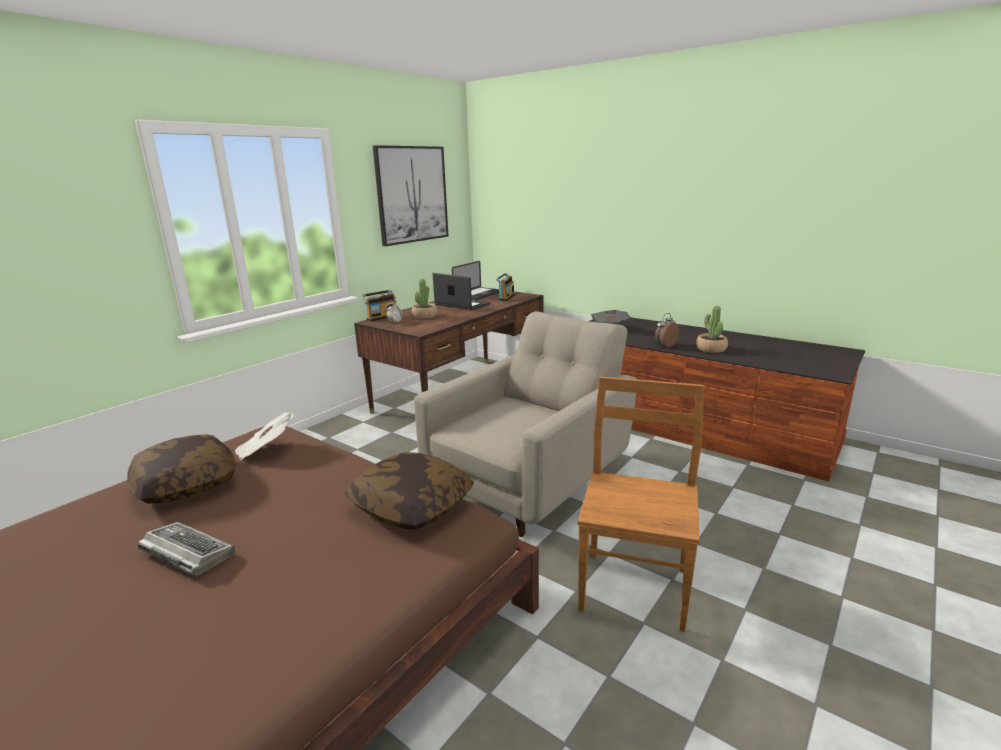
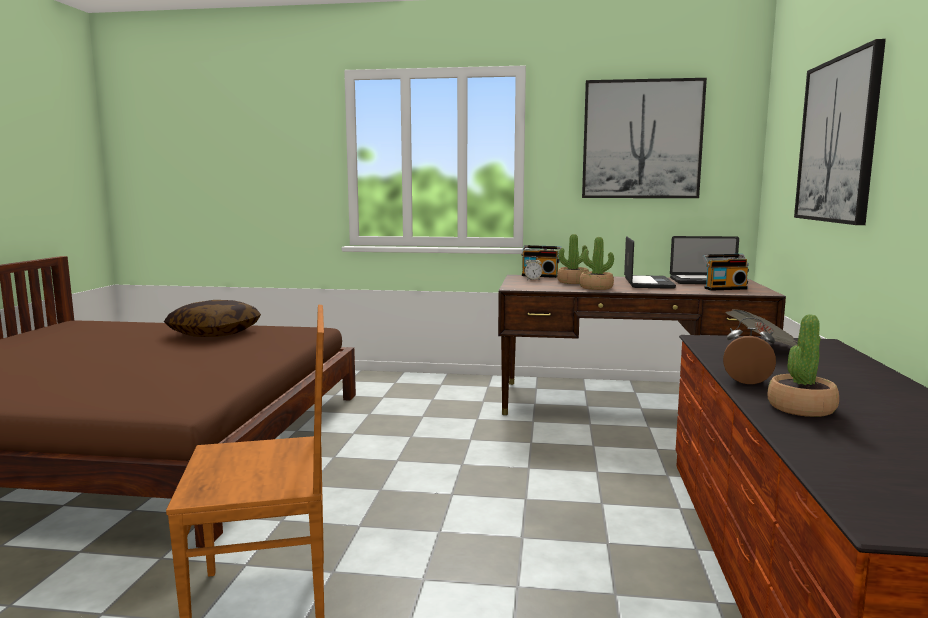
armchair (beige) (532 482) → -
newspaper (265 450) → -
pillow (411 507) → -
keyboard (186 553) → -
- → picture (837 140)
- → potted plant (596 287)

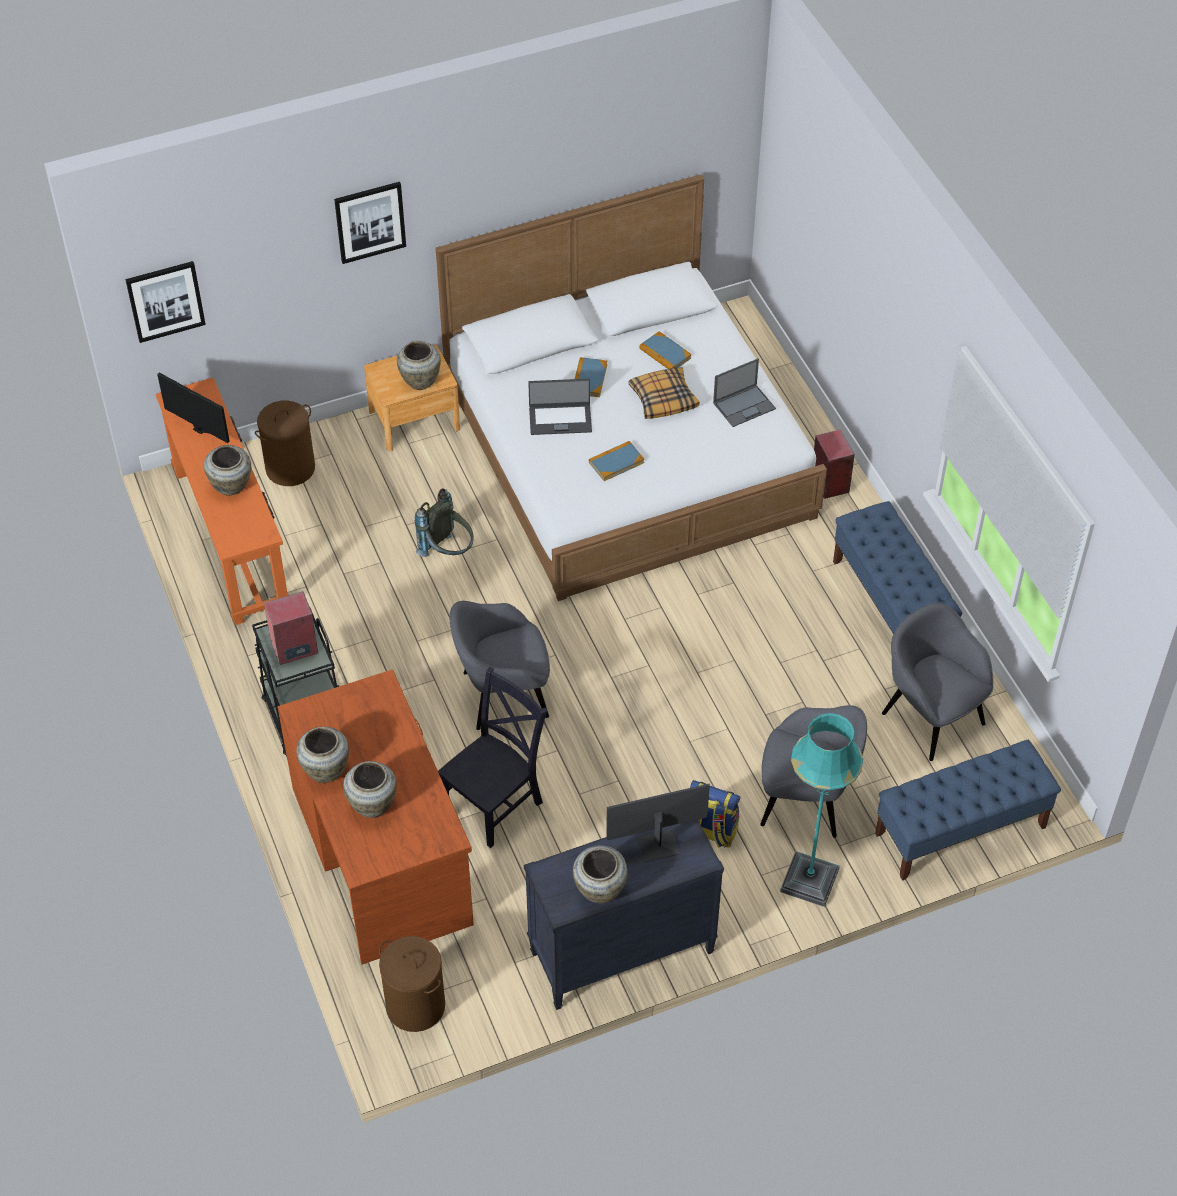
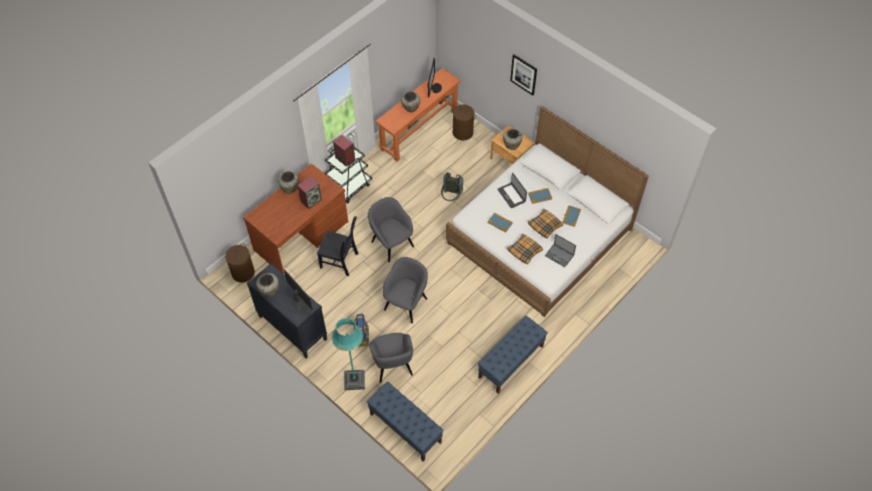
picture (165 301) → -
speaker (829 482) → speaker (311 200), relocated
armchair (grey) (931 716) → armchair (grey) (406 303), relocated
vase (beige) (373 804) → -
- → pillow (524 251)

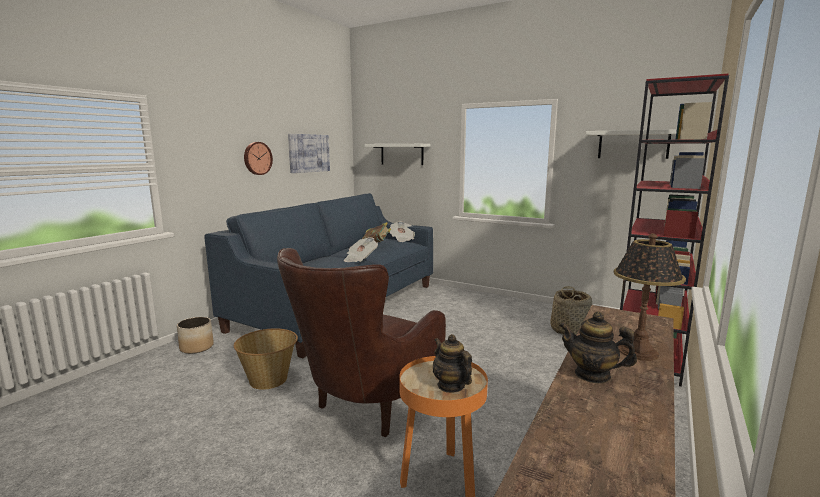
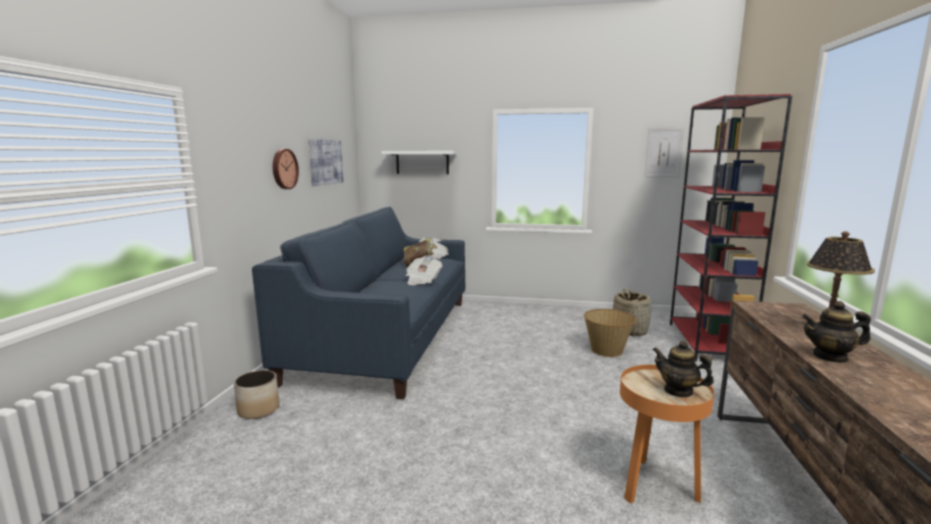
shelf (white) (633 144) → picture (663 152)
armchair (brown) (365 410) → -
basket (269 380) → basket (607 350), relocated

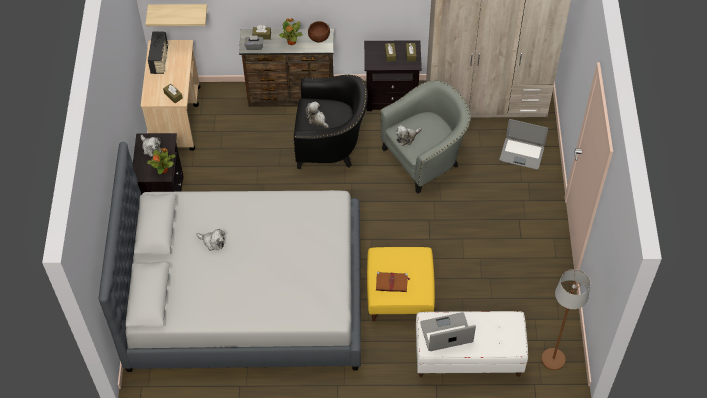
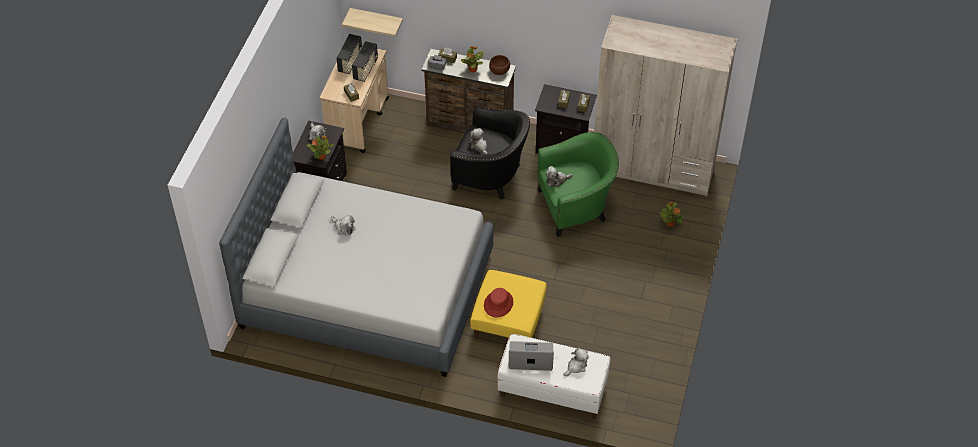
armchair (grey) (425 158) → armchair (green) (576 207)
laptop (522 153) → potted plant (670 223)
floor lamp (brown) (553 359) → -
book (brown) (392 283) → hat (red) (498 304)
- → radio (366 69)
- → plush toy (576 366)

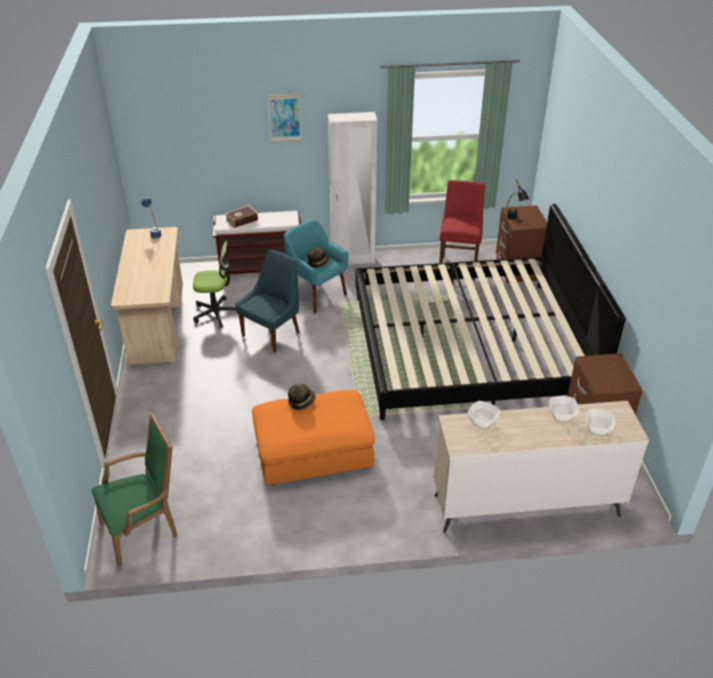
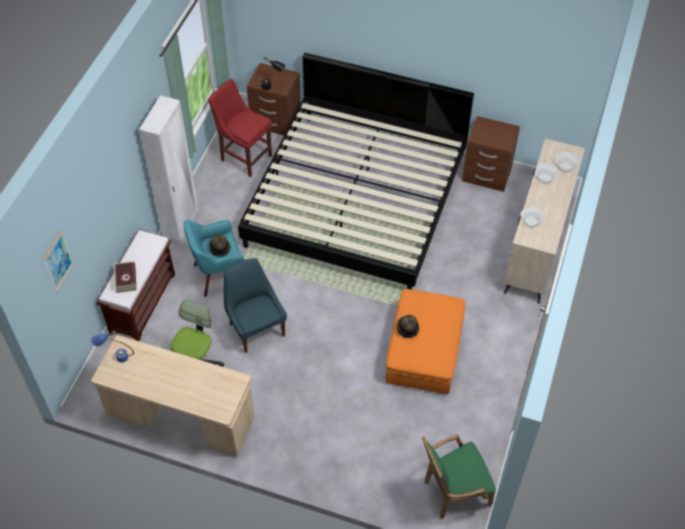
picture (285 118) → picture (58 261), relocated
armchair (green) (144 529) → armchair (green) (452 492), 105 degrees counterclockwise

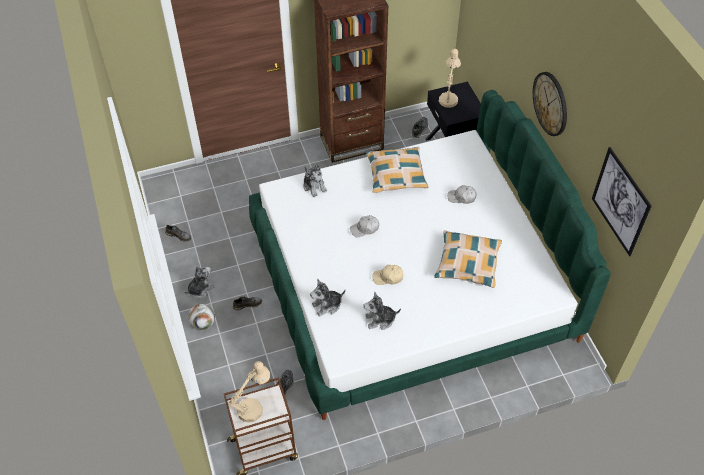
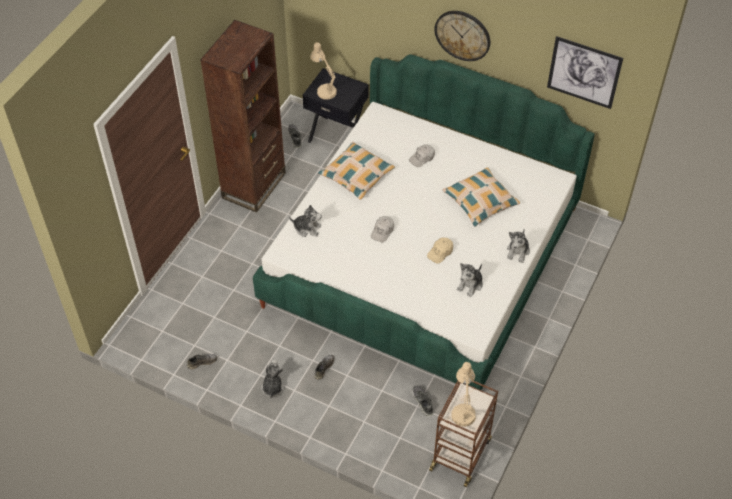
plush toy (327 305) → plush toy (518 251), relocated
football (203 324) → -

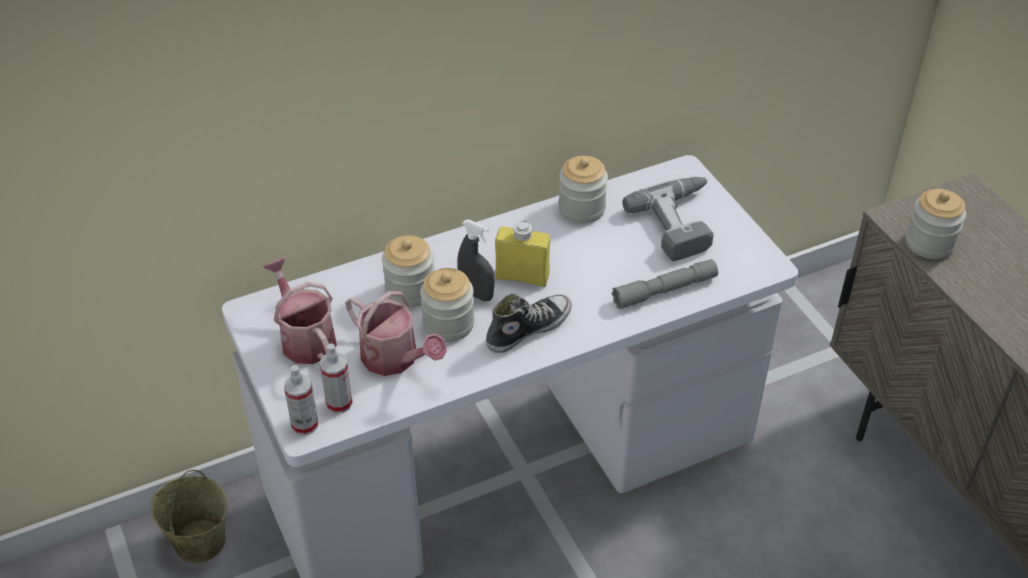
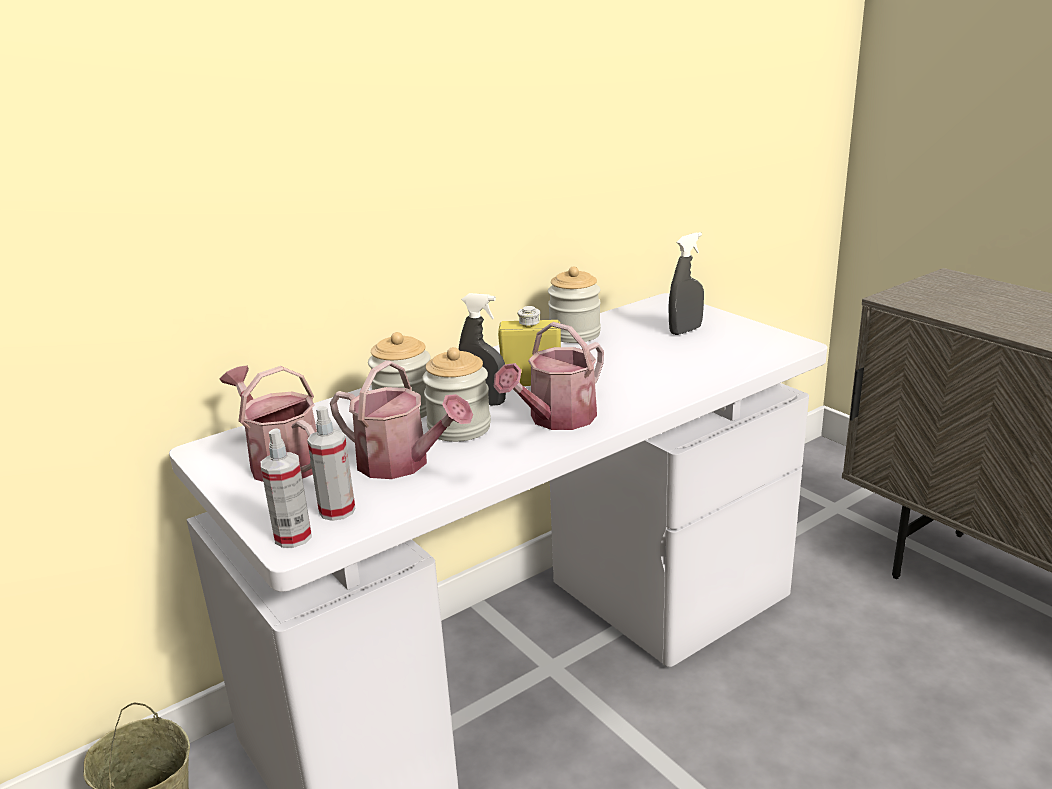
power drill (682 223) → spray bottle (grey) (685 330)
jar (929 243) → -
flashlight (grey) (664 290) → -
shoe (528 329) → watering can (556 419)

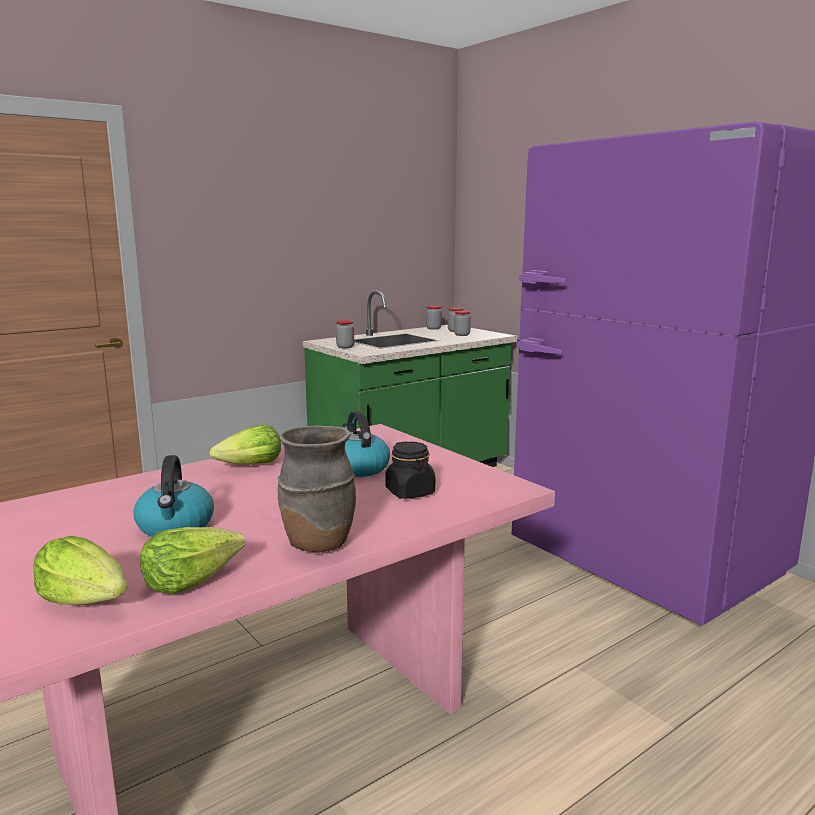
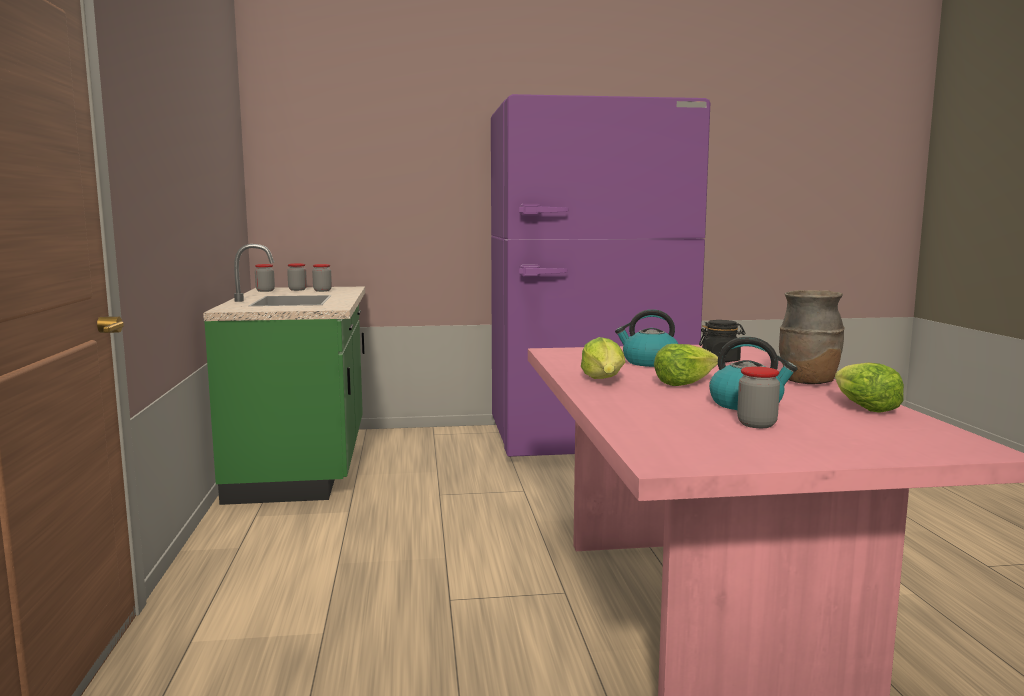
jar (345 347) → jar (756 424), relocated
lettuce (86 599) → lettuce (683 383), relocated

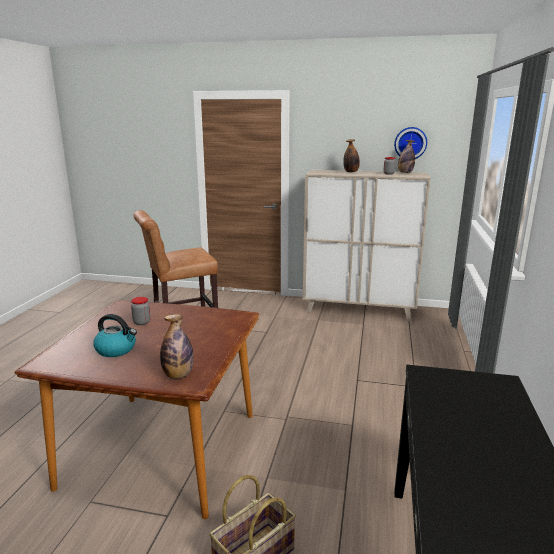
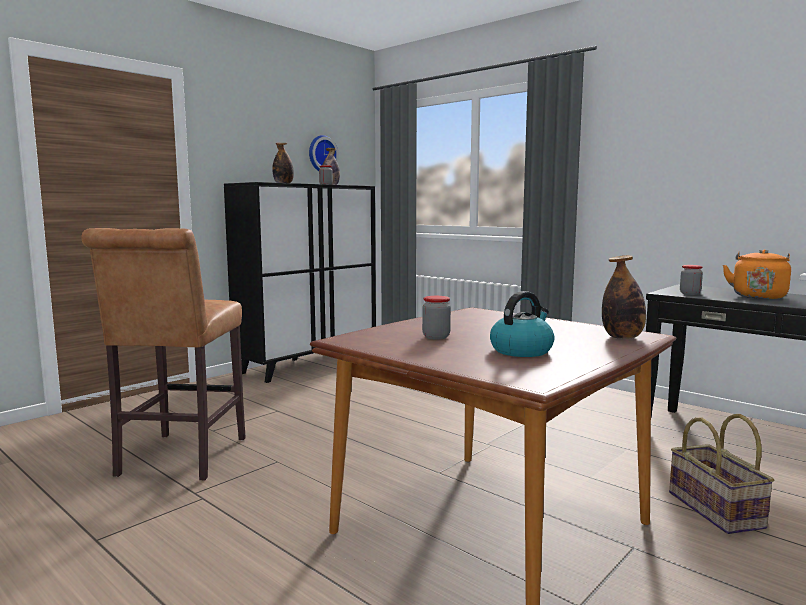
cabinet (beige) (359 310) → cabinet (black) (309 364)
- → kettle (orange) (758 296)
- → jar (690 293)

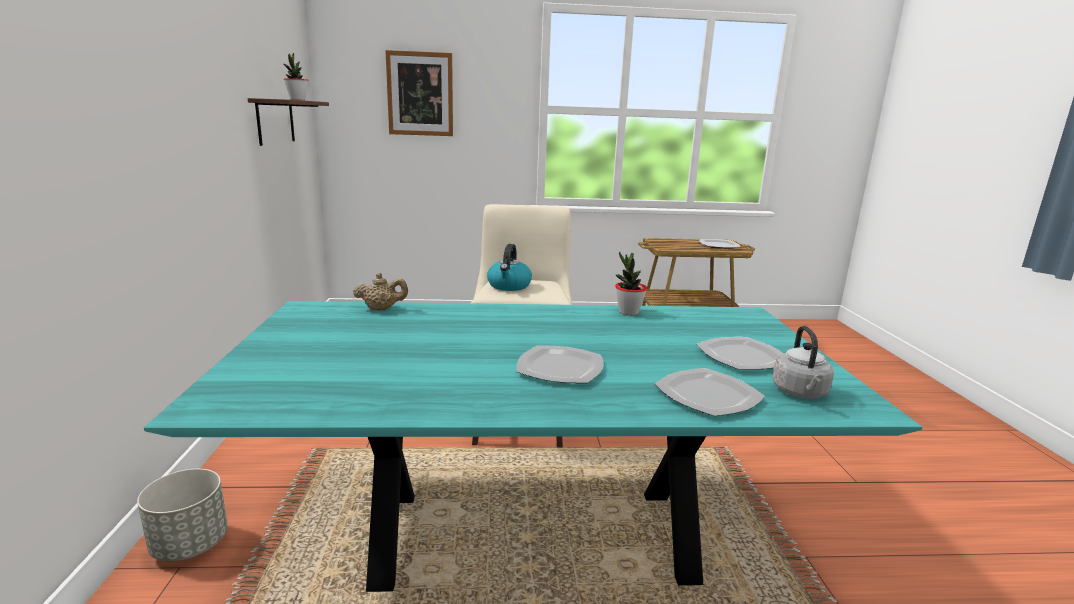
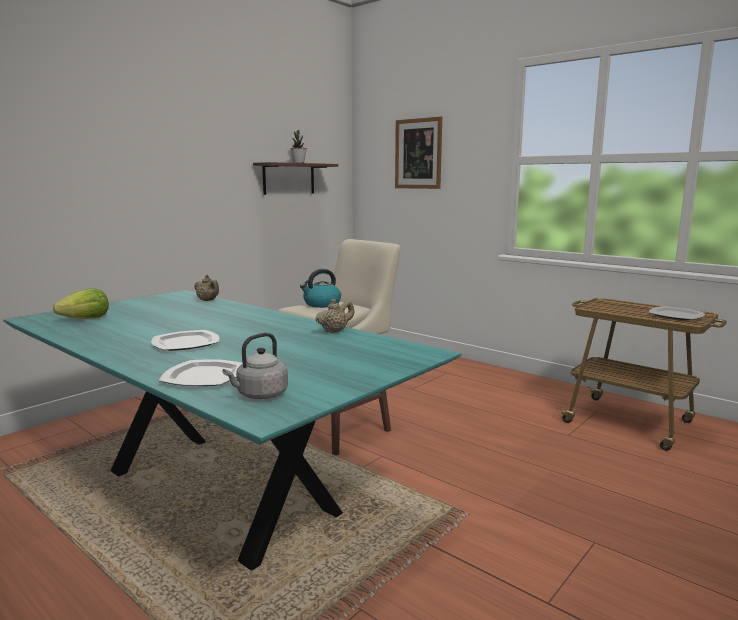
potted plant (628 312) → teapot (beige) (335 331)
plate (743 357) → -
planter (grey) (190 544) → -
- → lettuce (86 319)

